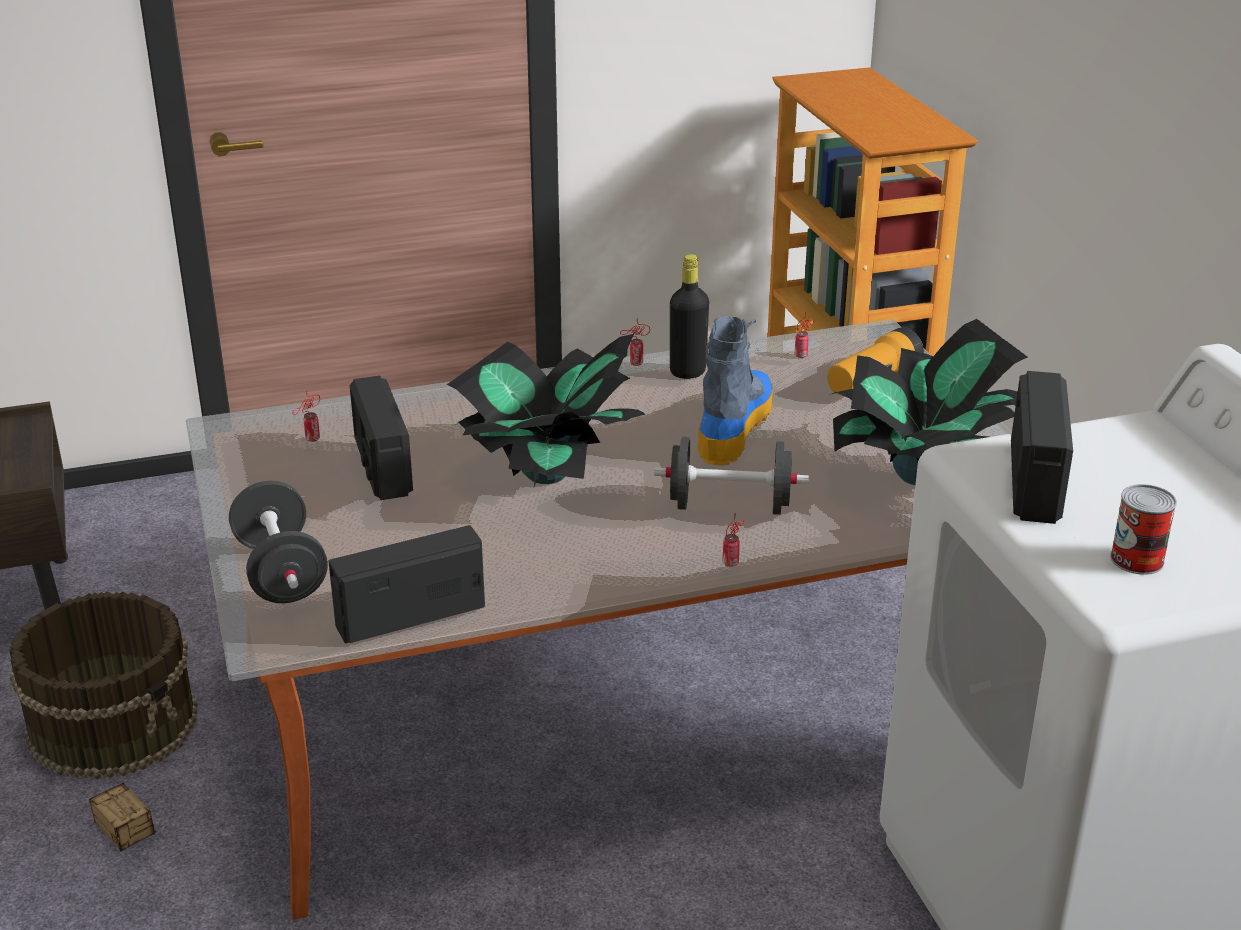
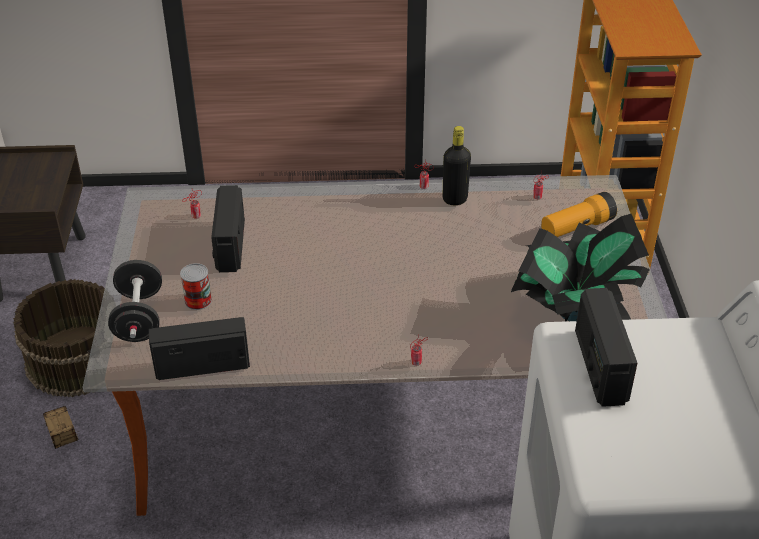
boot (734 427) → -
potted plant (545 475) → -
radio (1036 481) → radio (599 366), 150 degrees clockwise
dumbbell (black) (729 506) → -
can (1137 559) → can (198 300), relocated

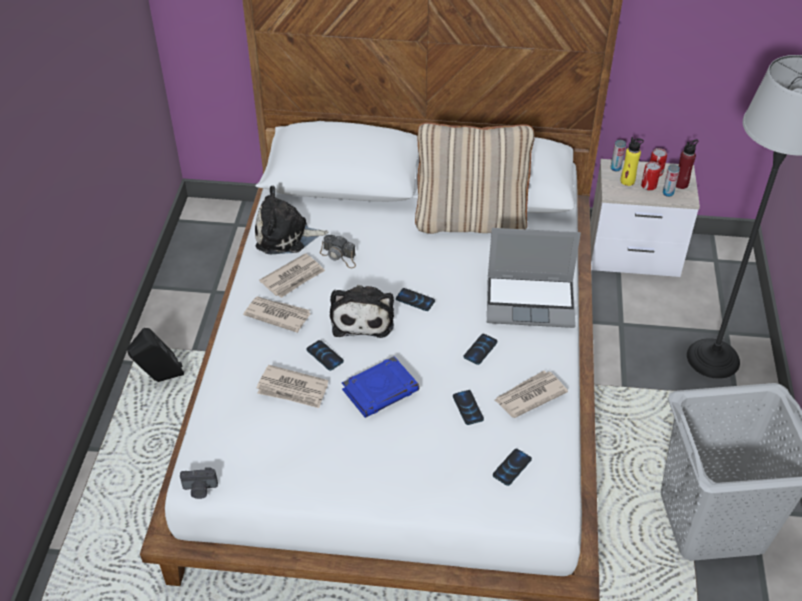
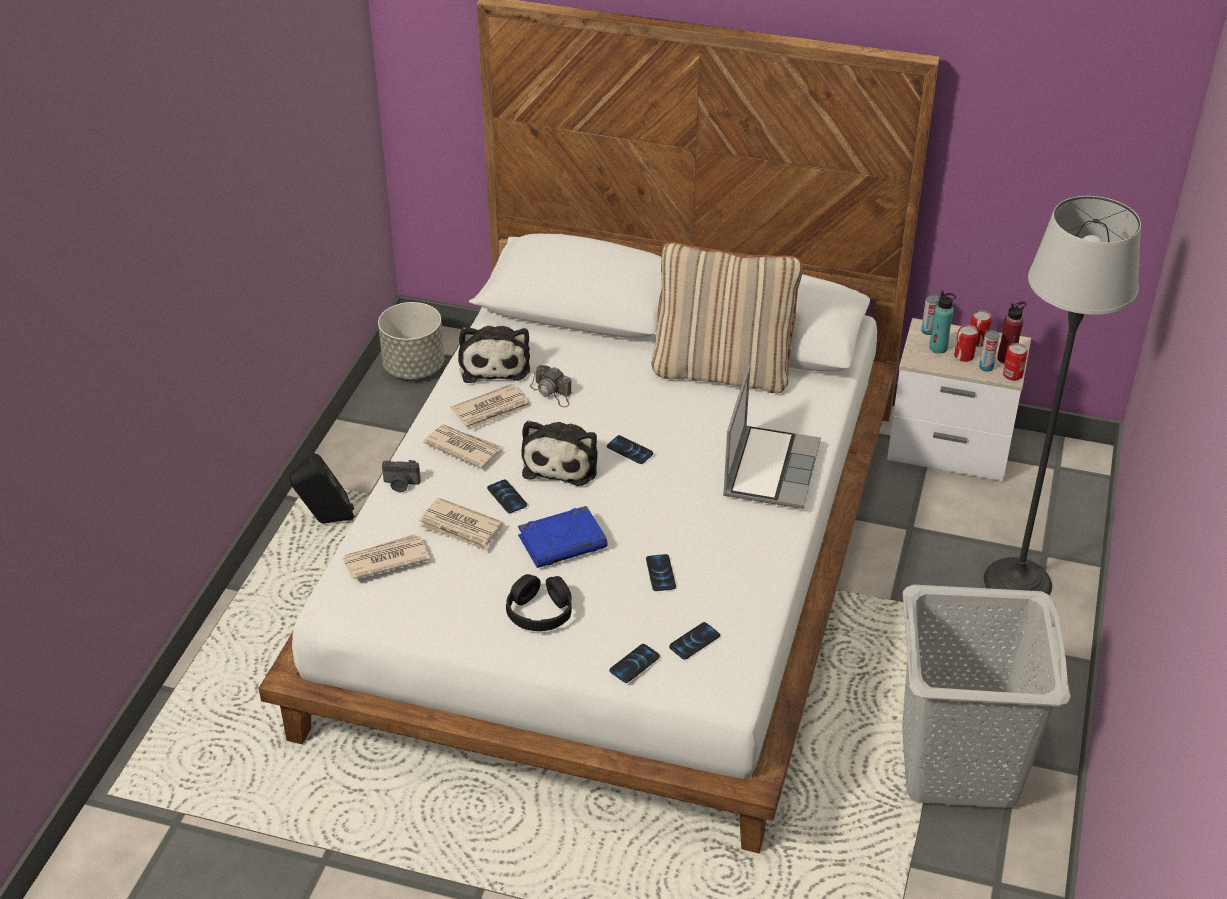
bottle (yellow) (627 181) → bottle (turquoise) (938 348)
plush toy (286 236) → plush toy (494 363), 105 degrees counterclockwise
laptop (531 301) → laptop (770 468), 90 degrees counterclockwise
phone (480 349) → phone (634 664), relocated
newspaper (529 396) → newspaper (385 559), relocated
photo camera (200 489) → photo camera (401 484), relocated
- → planter (grey) (414 367)
- → can (1012 375)
- → headphones (black) (540 612)

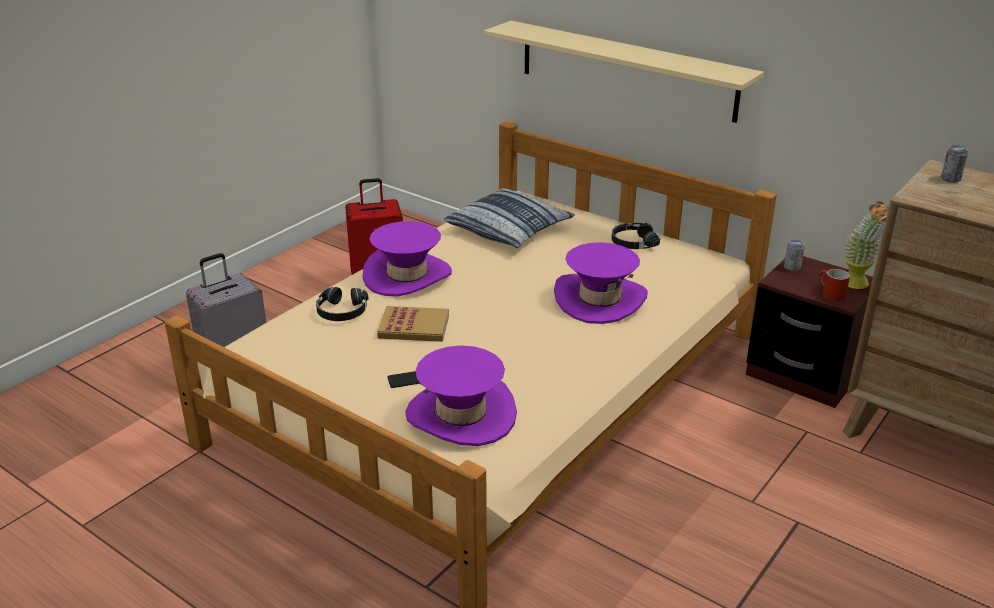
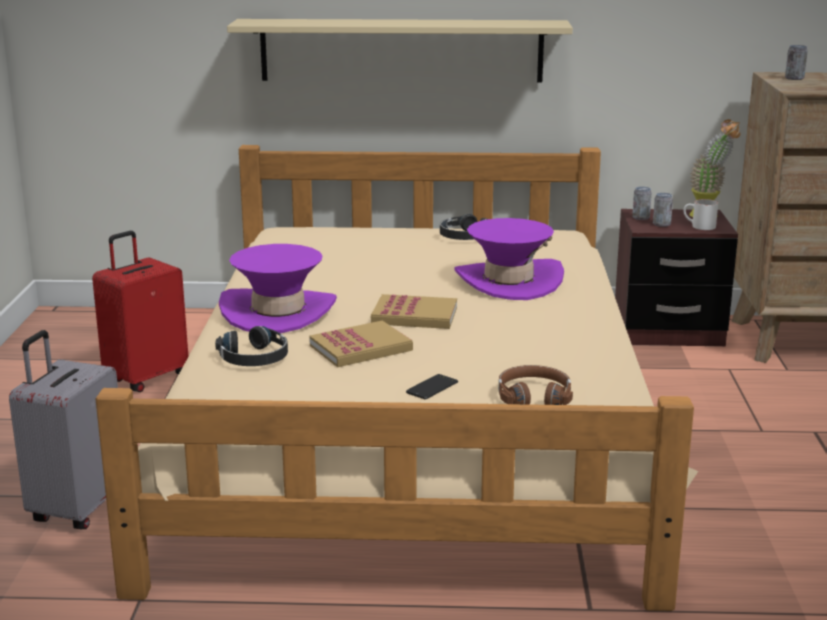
pillow (509 230) → -
mug (red) (829 294) → mug (white) (699 226)
hat (purple) (461 415) → headphones (brown) (533 397)
- → can (661 224)
- → book (414 316)

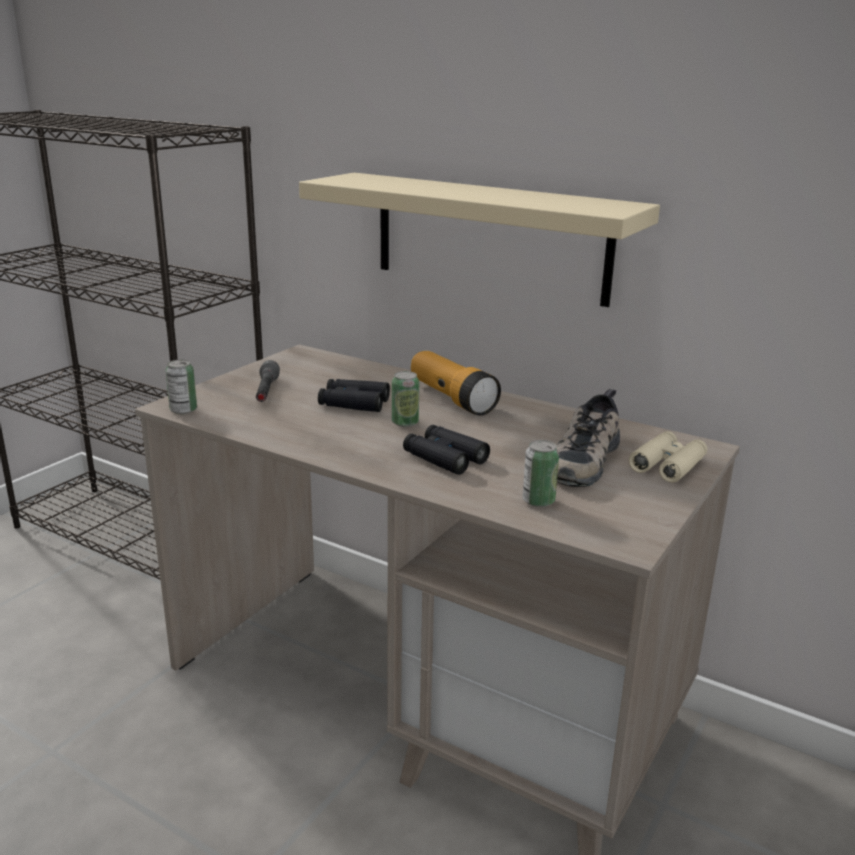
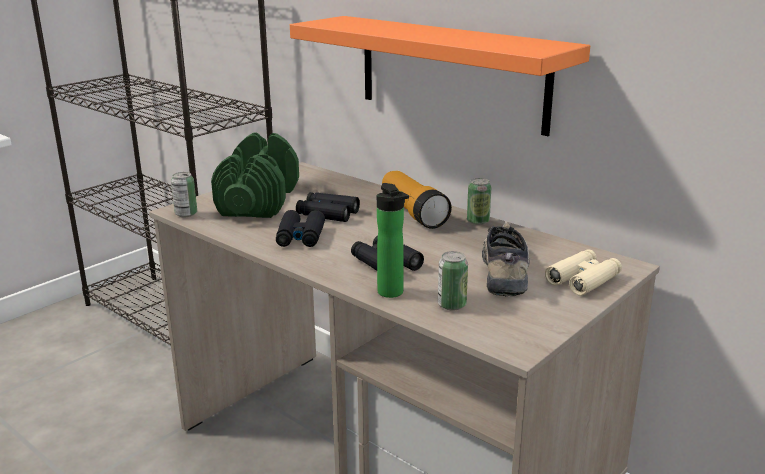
shelf (beige) (490 237) → shelf (orange) (451 72)
flashlight (grey) (266 392) → dumbbell (green) (259 201)
can (405 423) → can (478 221), relocated
shoe (582 458) → shoe (507 270), 150 degrees clockwise
- → bottle (392 294)
- → binoculars (black) (300 237)

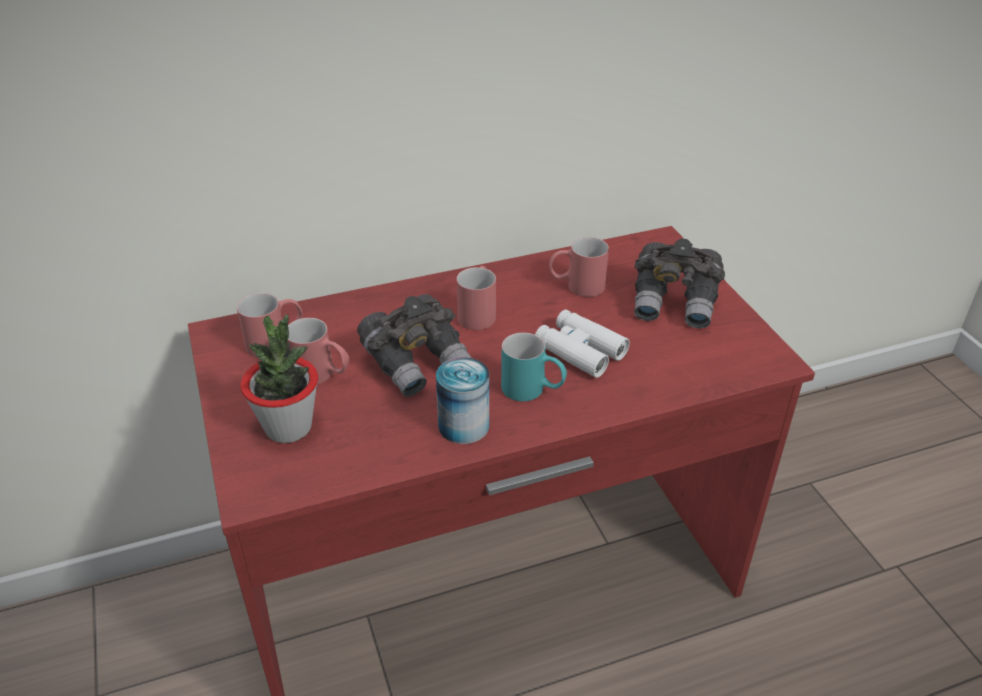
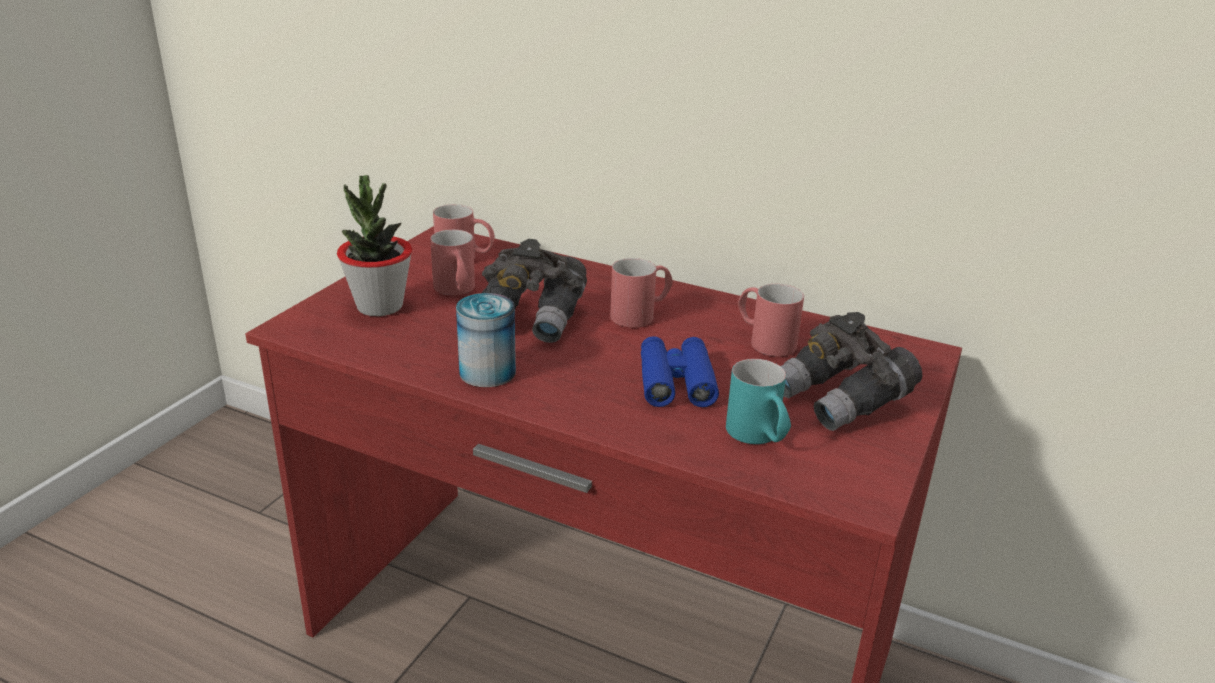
binoculars (white) (580 351) → binoculars (blue) (676 382)
mug (turquoise) (533 390) → mug (turquoise) (759 437), relocated

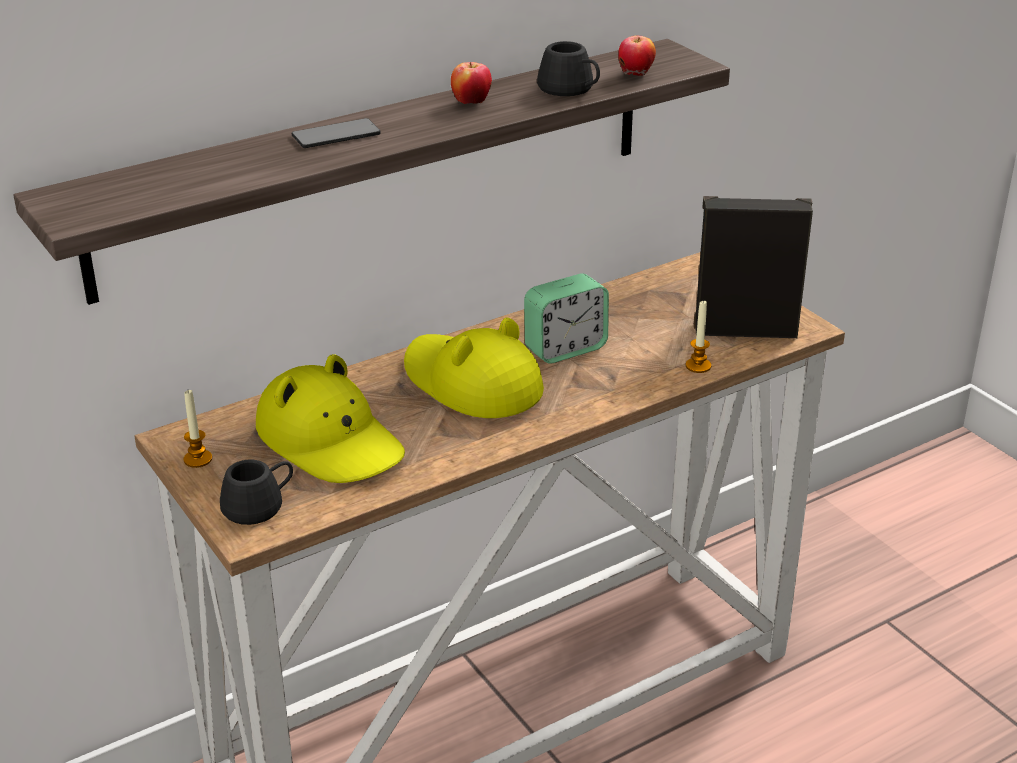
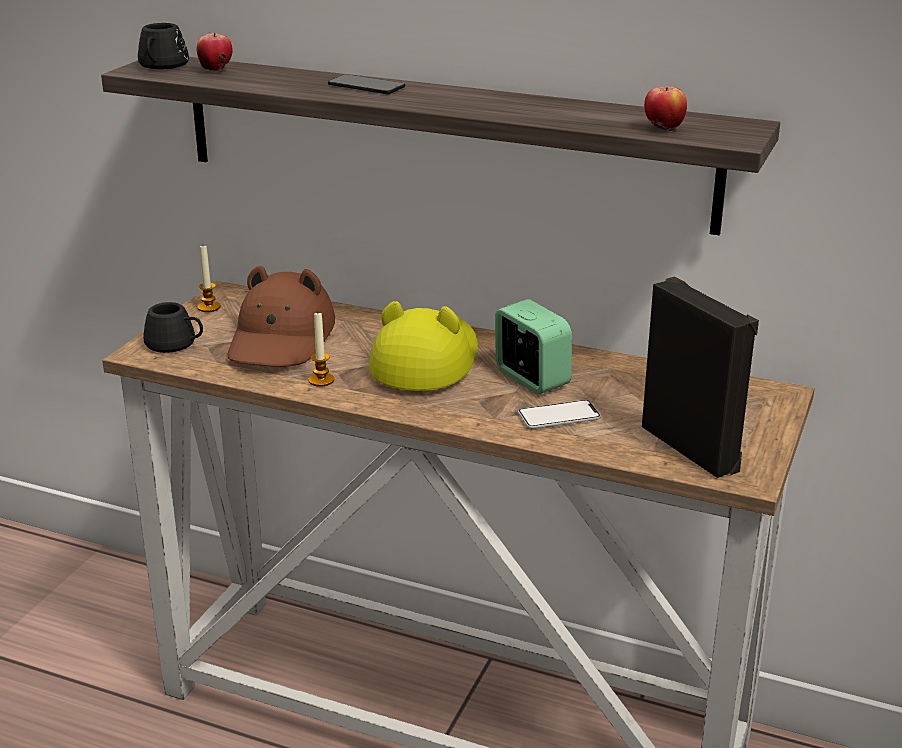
mug (black) (571 90) → mug (black) (161 66), relocated
apple (471 103) → apple (216 71), relocated
alarm clock (565 349) → alarm clock (531 379), 150 degrees counterclockwise
candle (698 366) → candle (321 380), relocated
hat (yellow) (331 441) → hat (brown) (281 339)
- → phone (559 416)

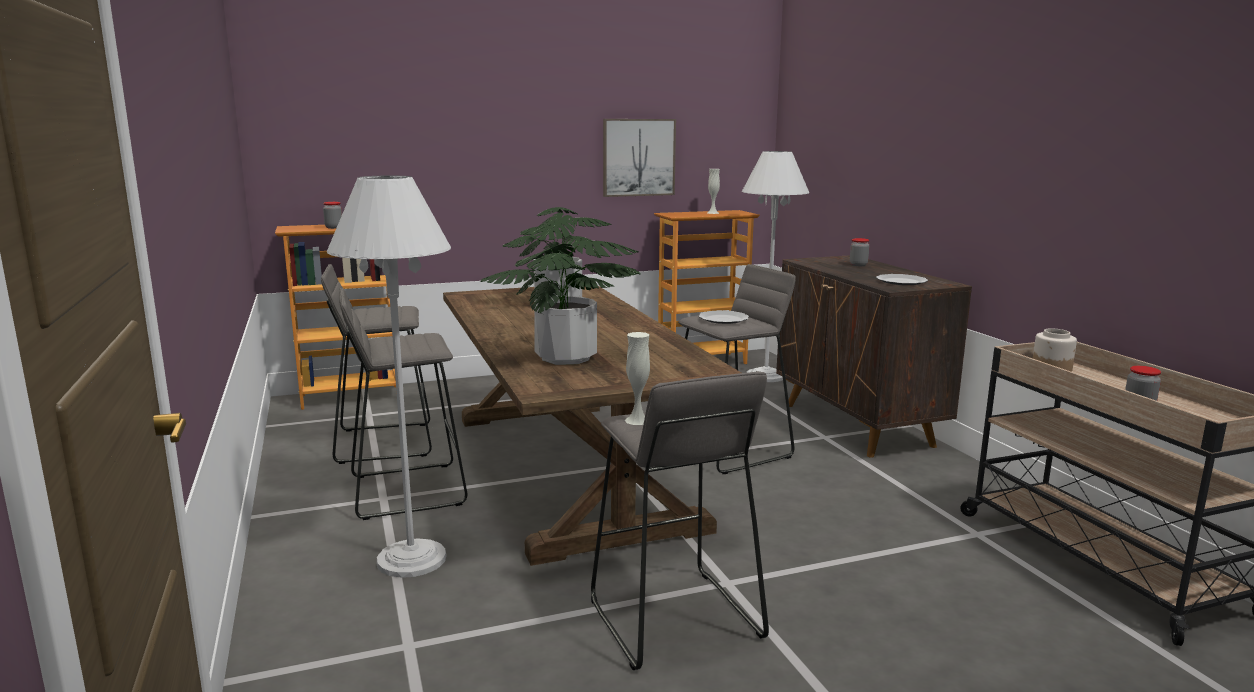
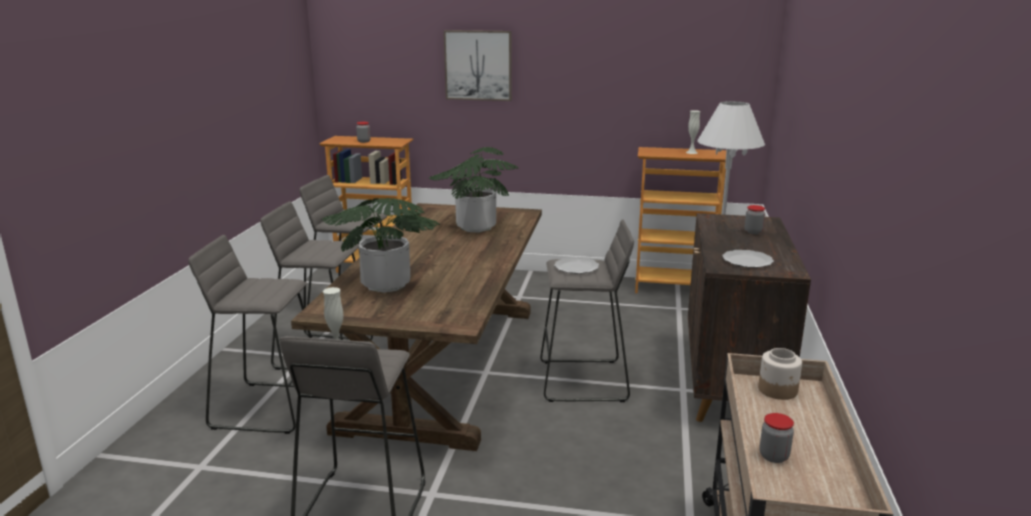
picture (638 157) → picture (478 65), relocated
floor lamp (white) (411 559) → stool (grey) (268 407)

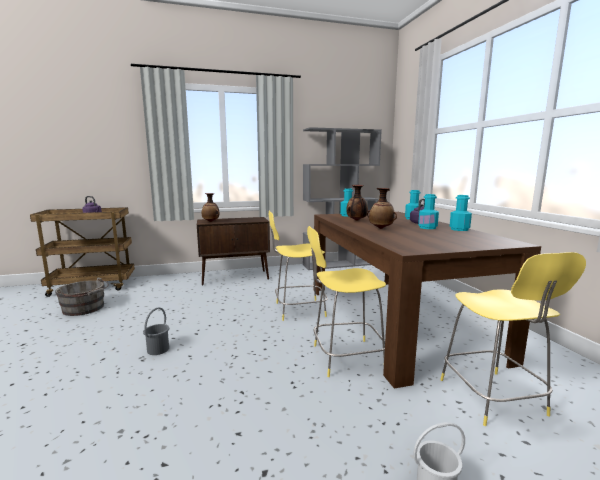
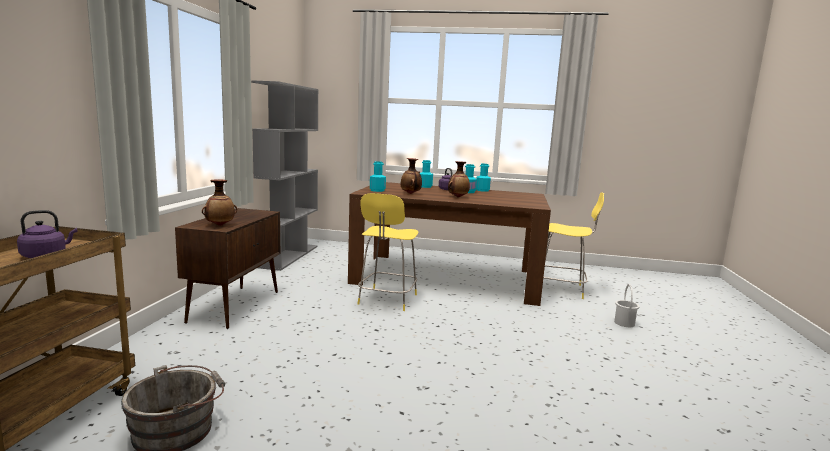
stool (yellow) (344 357) → -
bucket (grey) (158 349) → -

